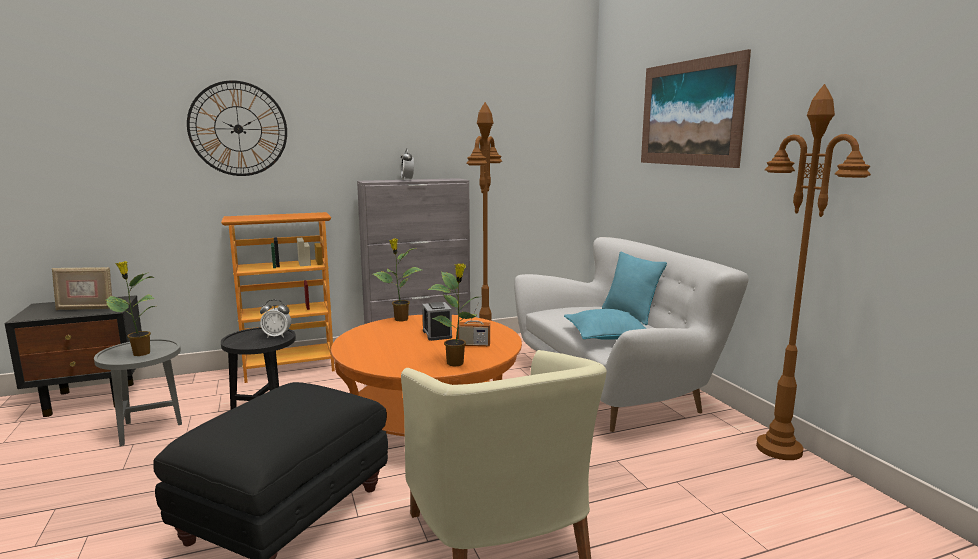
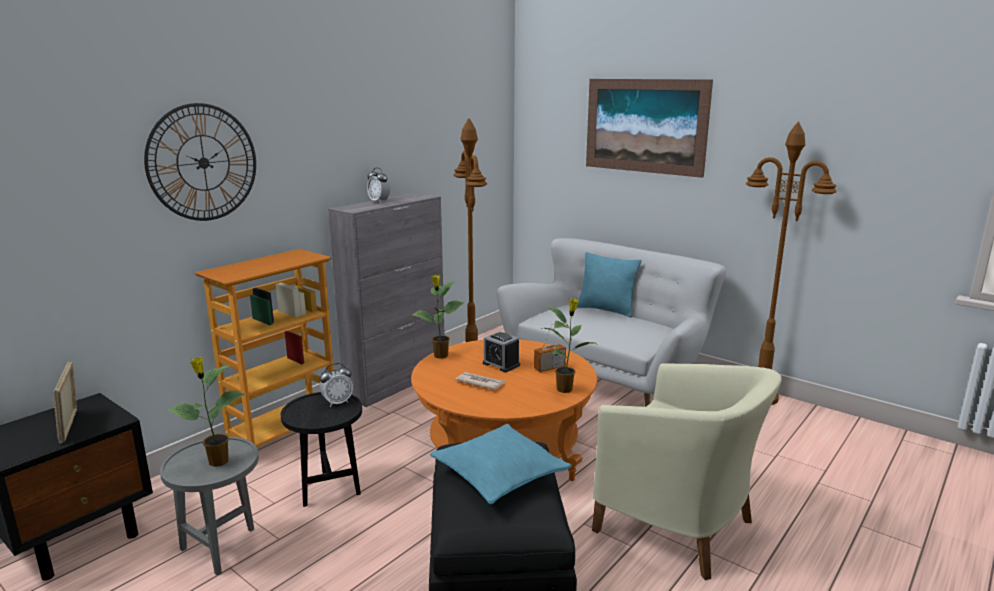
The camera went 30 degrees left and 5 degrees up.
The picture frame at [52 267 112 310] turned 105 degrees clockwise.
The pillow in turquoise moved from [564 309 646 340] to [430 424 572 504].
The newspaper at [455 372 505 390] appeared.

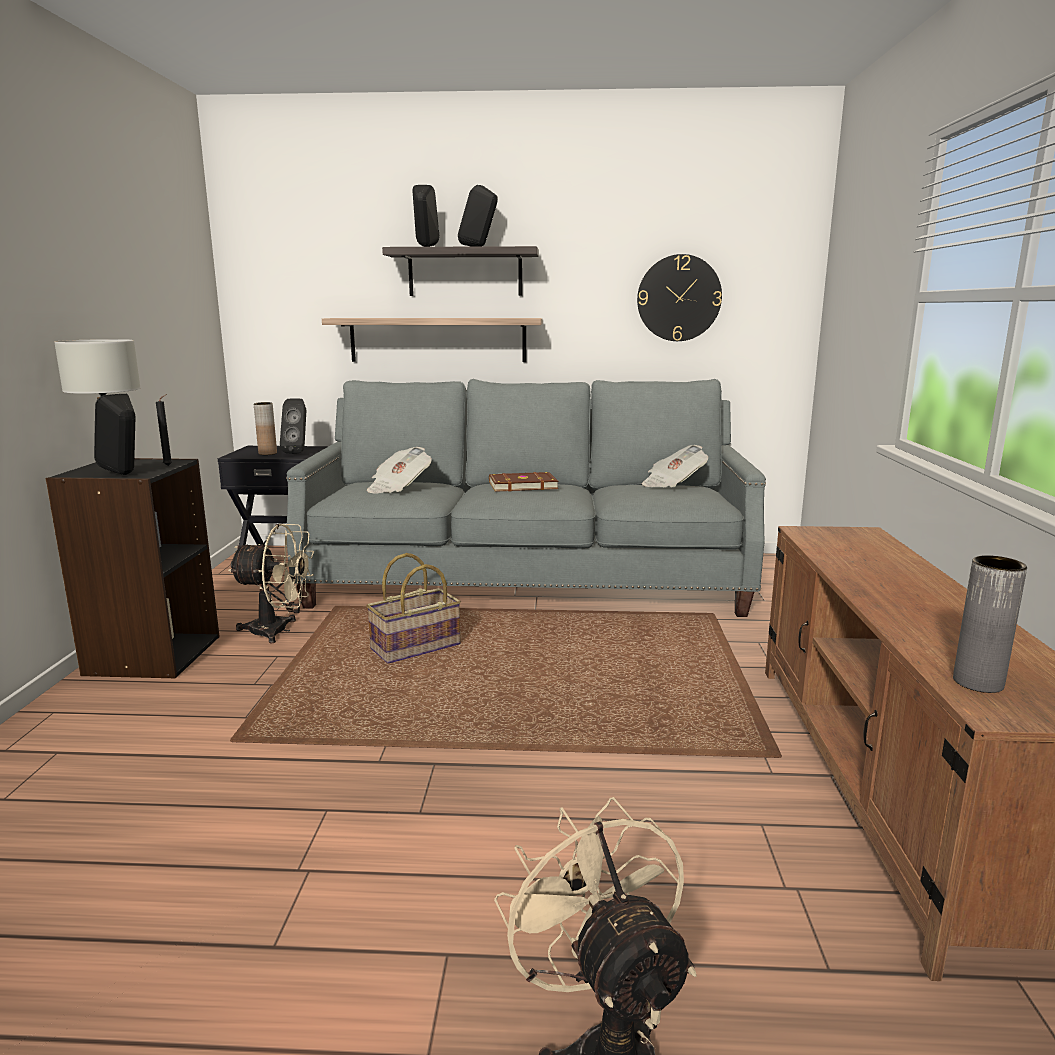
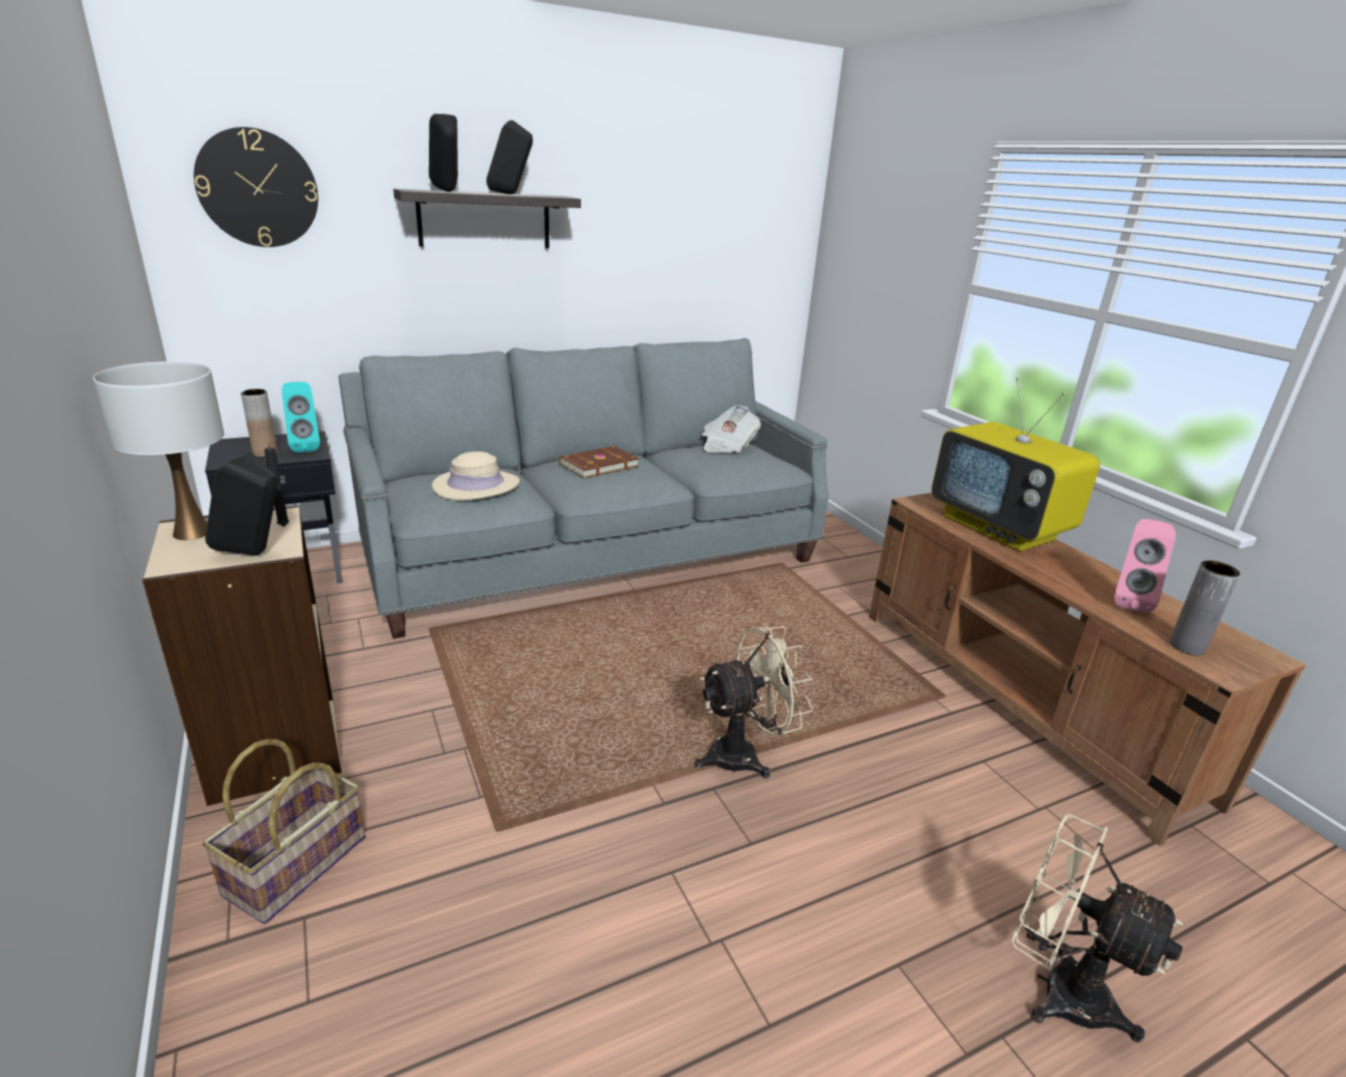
The camera went 30 degrees left and 10 degrees up.
The bookcase in black at [46 458 220 678] became the bookcase in beige at [142 505 342 806].
The fan in beige moved from [228 524 314 643] to [694 626 813 778].
The speaker in black at [280 398 306 454] became the speaker in turquoise at [282 382 320 452].
The shelf at [322 318 542 362] disappeared.
The basket moved from [366 553 461 663] to [202 739 365 924].
The newspaper at [367 447 432 493] was replaced by the hat in beige at [432 451 520 500].
The wall clock moved from [637 254 722 341] to [194 127 318 247].
The television at [931 378 1100 551] appeared.
The speaker in pink at [1115 519 1176 613] appeared.

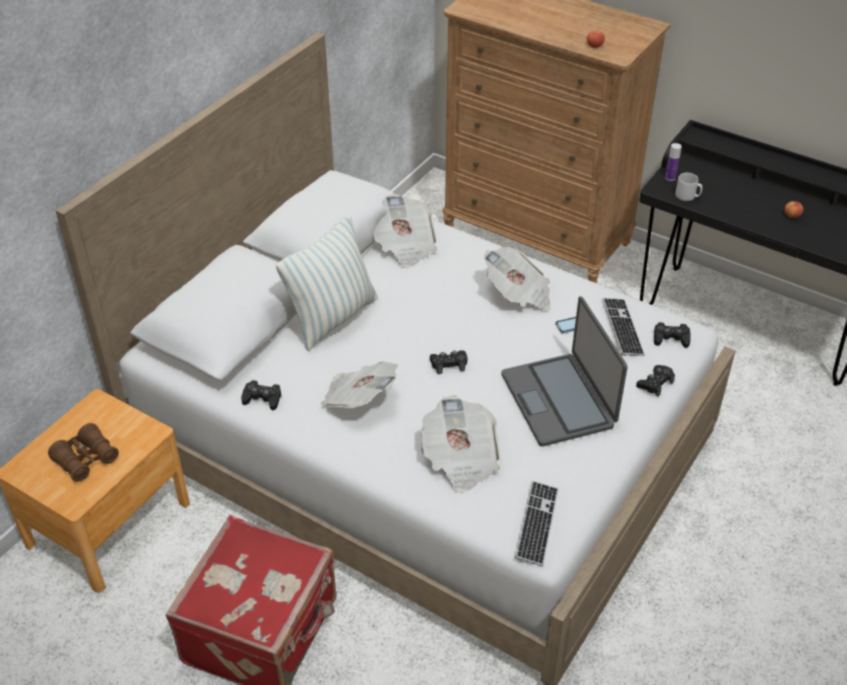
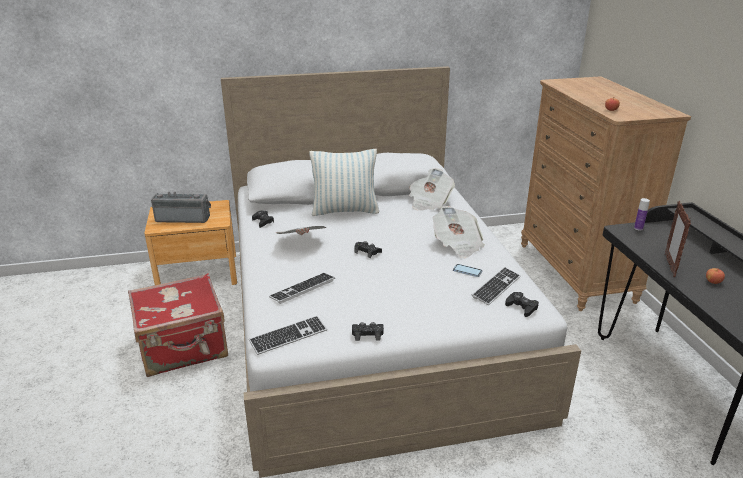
The camera went 45 degrees right and 15 degrees down.
The binoculars in brown at [48 423 119 482] was replaced by the radio at [151 192 211 223].
The newspaper at [421 395 500 494] was replaced by the keyboard at [269 273 335 304].
The laptop at [501 296 628 446] disappeared.
The game controller in black moved from [636 365 675 397] to [352 322 384 341].
The mug in grey at [675 173 703 201] disappeared.
The picture frame at [665 201 691 277] appeared.

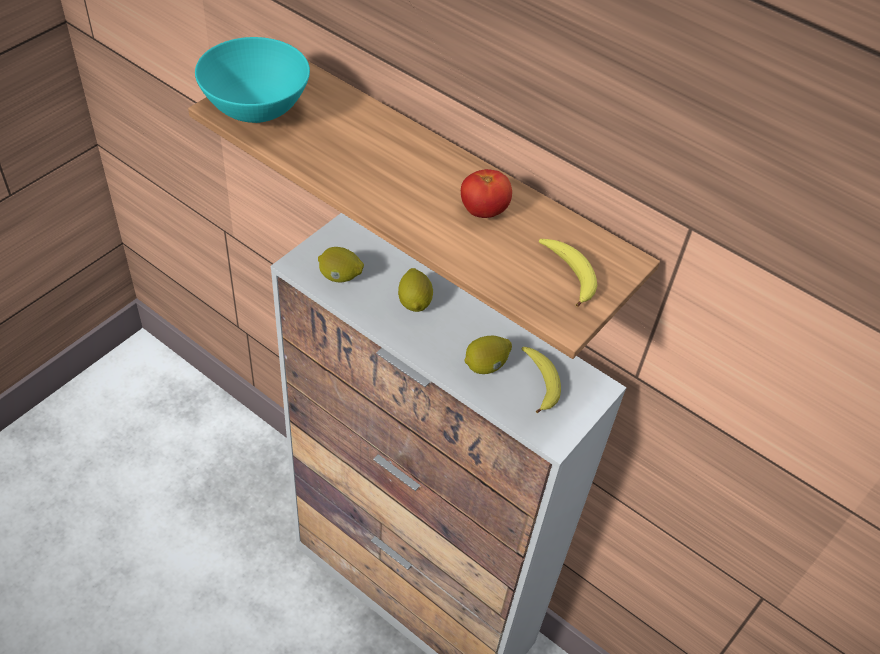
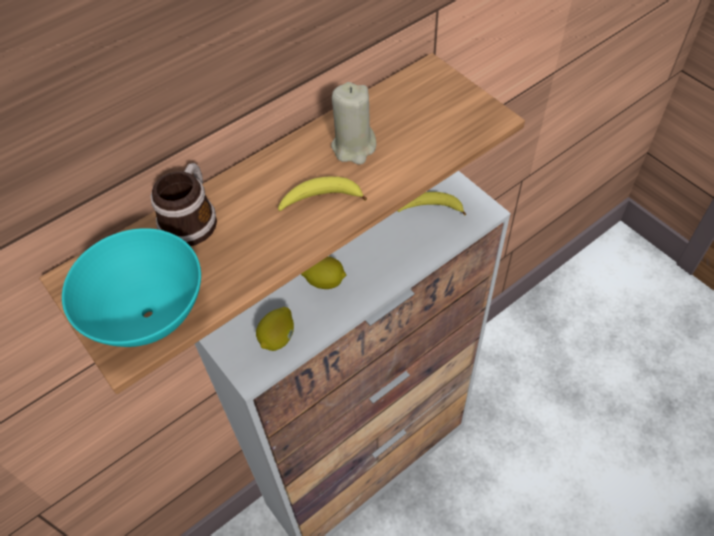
The camera went 70 degrees left and 5 degrees up.
The tomato at [461 169 512 218] was replaced by the candle in beige at [331 82 376 165].
The lemon at [464 336 512 374] disappeared.
The banana moved from [539 239 597 307] to [278 176 367 211].
The mug at [151 163 217 246] appeared.

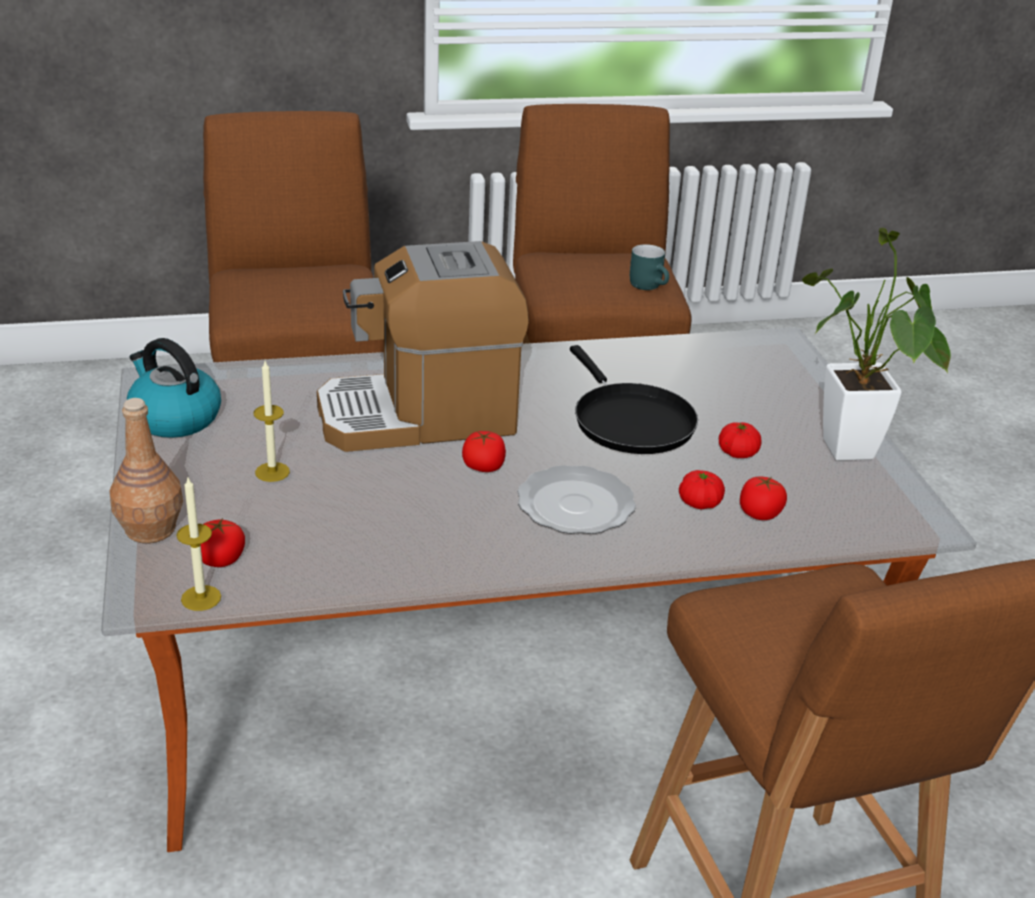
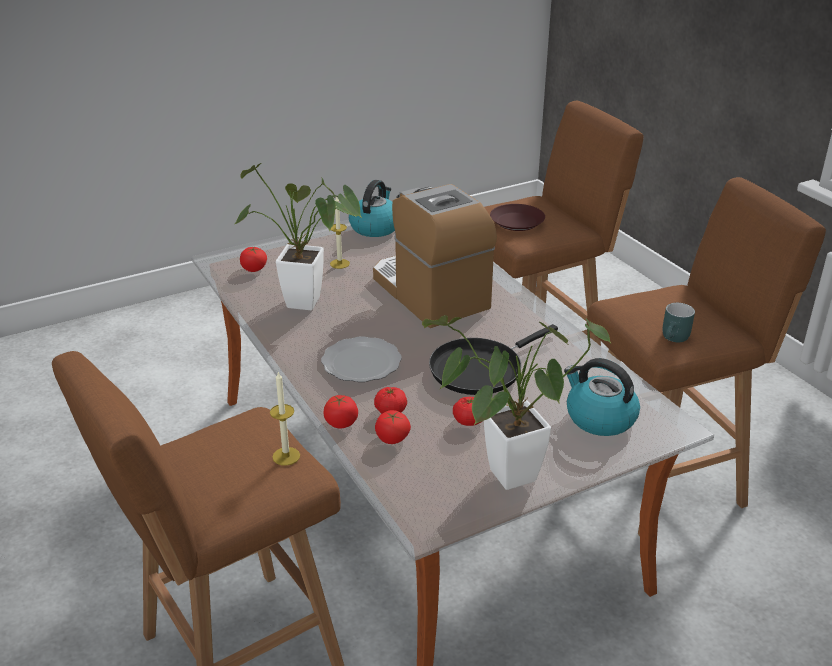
The camera went 75 degrees right and 0 degrees up.
The bottle in brown at [110 398 183 543] disappeared.
The candle moved from [176 478 221 611] to [270 372 300 466].
The tomato moved from [462 431 506 472] to [324 395 358 429].
The potted plant at [235 163 362 310] appeared.
The plate in brown at [490 204 545 231] appeared.
The kettle at [564 358 640 436] appeared.

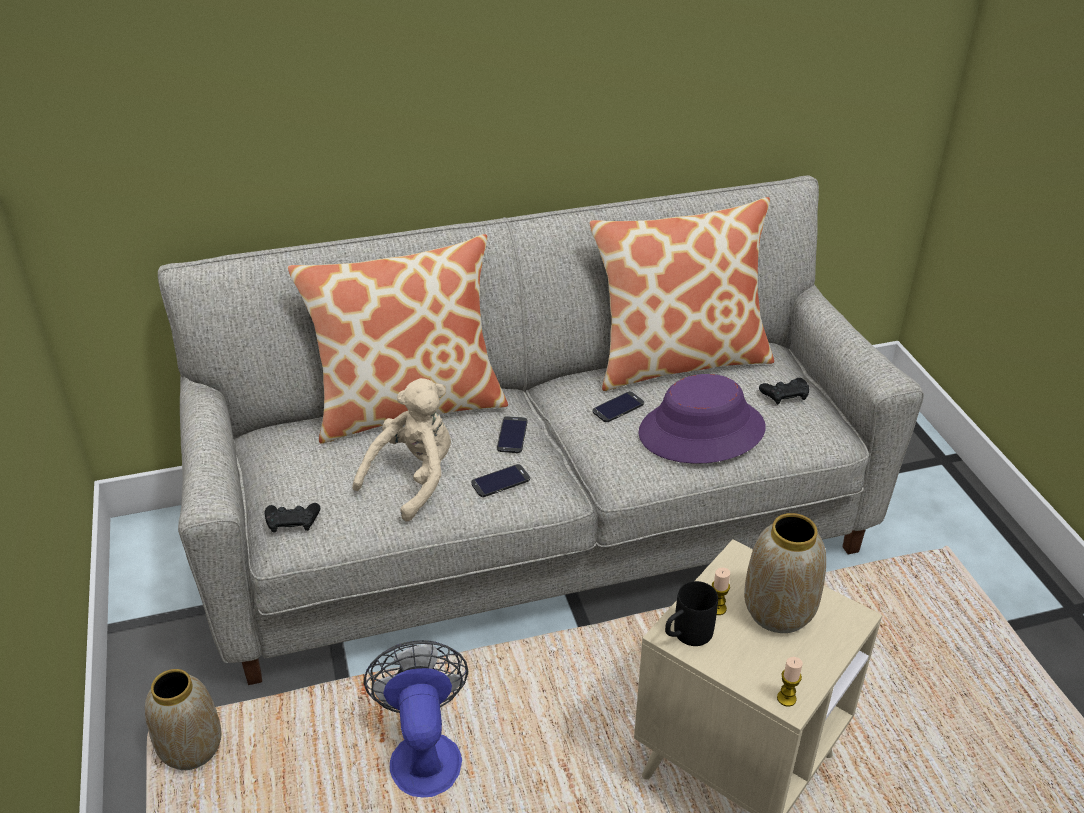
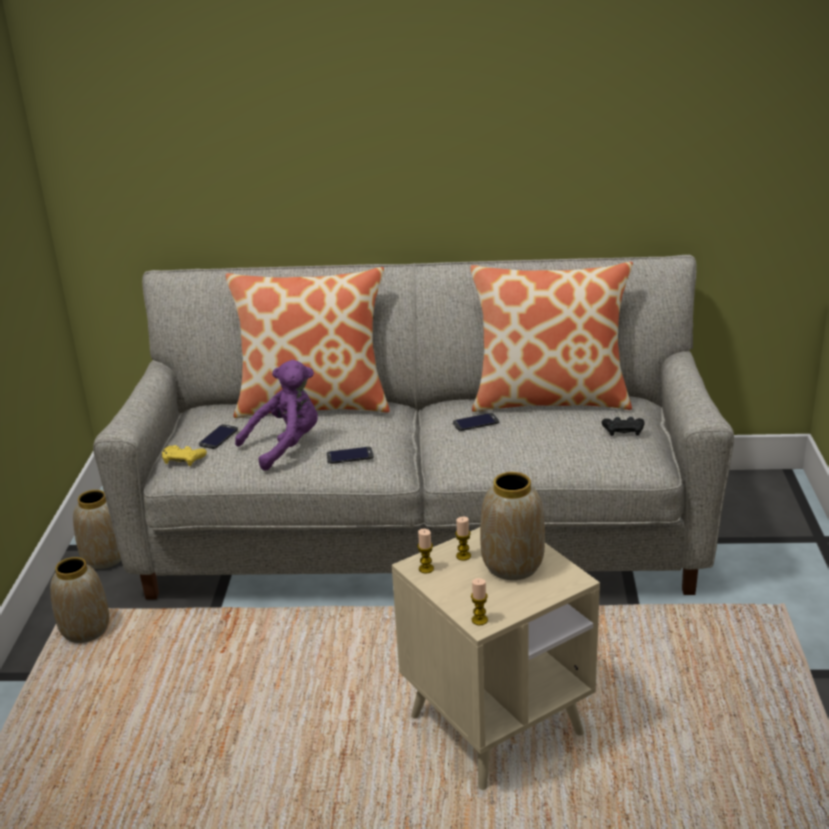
The camera went 20 degrees right and 10 degrees down.
The game controller in black at [265 503 320 533] became the game controller in yellow at [162 445 207 466].
The plush toy in beige at [352 378 451 521] became the plush toy in purple at [235 360 318 471].
The fan at [364 640 468 797] disappeared.
The phone moved from [497 416 527 453] to [199 424 238 449].
The hat in purple at [638 374 766 464] disappeared.
The mug in black at [665 581 718 646] was replaced by the candle at [417 529 434 573].
The vase at [73 490 121 569] appeared.

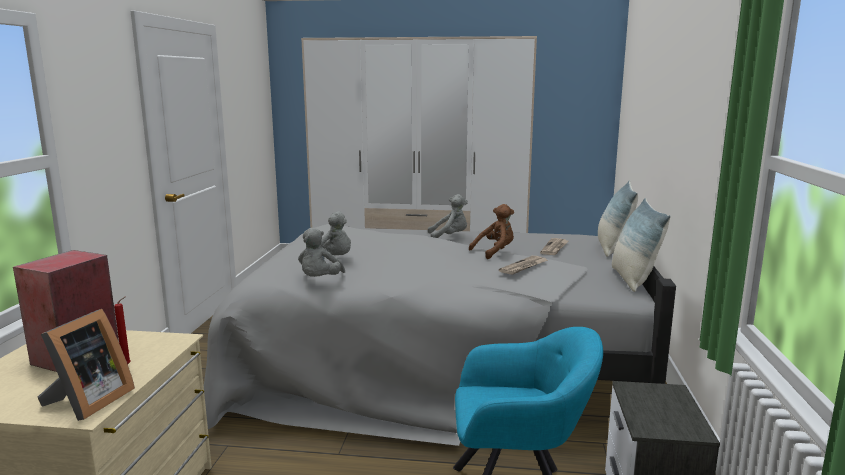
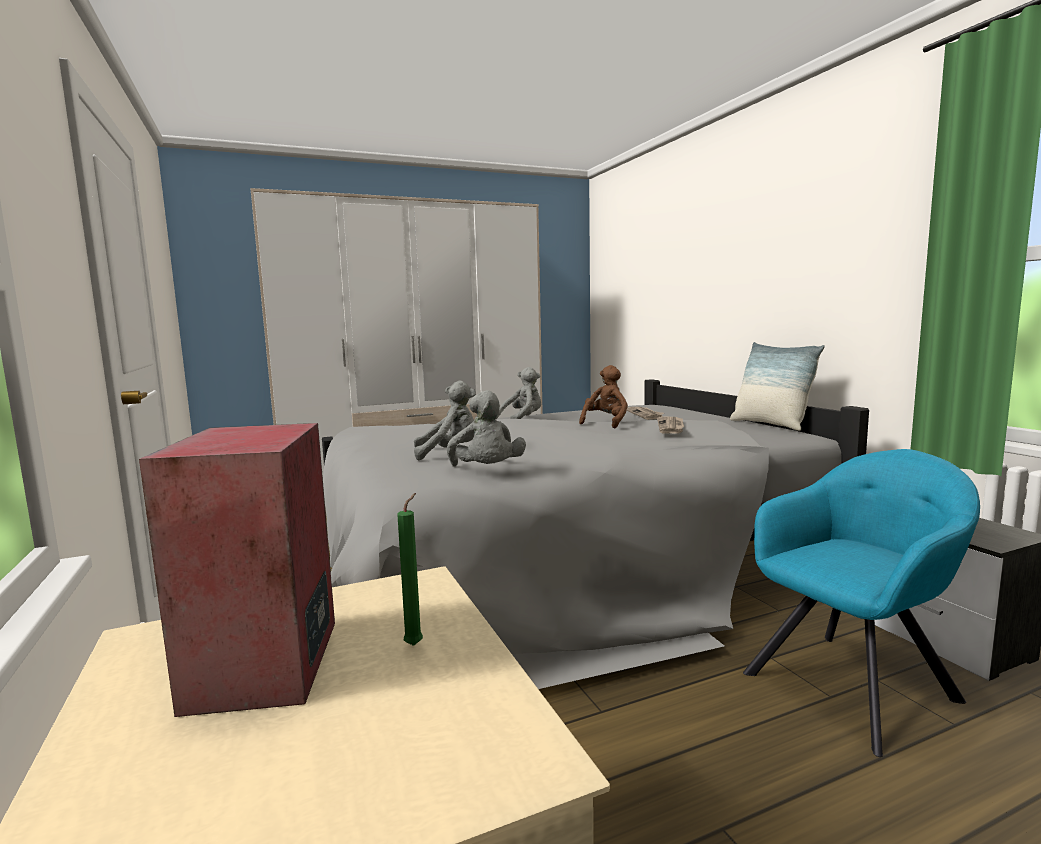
The camera went 30 degrees left and 5 degrees down.
The picture frame at [38 309 135 421] disappeared.
The candle in red at [114 296 131 364] became the candle in green at [397 493 423 646].
The pillow at [598 180 638 257] disappeared.

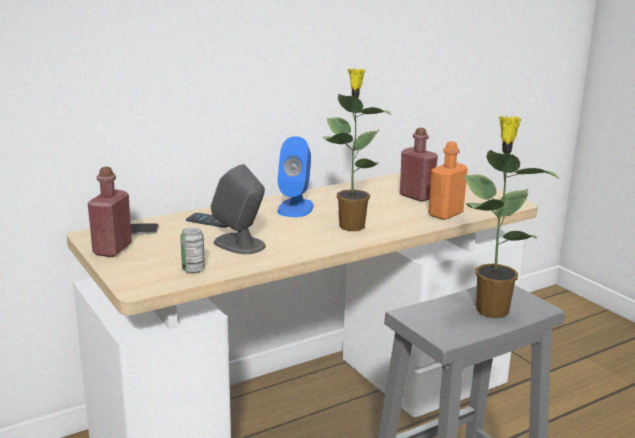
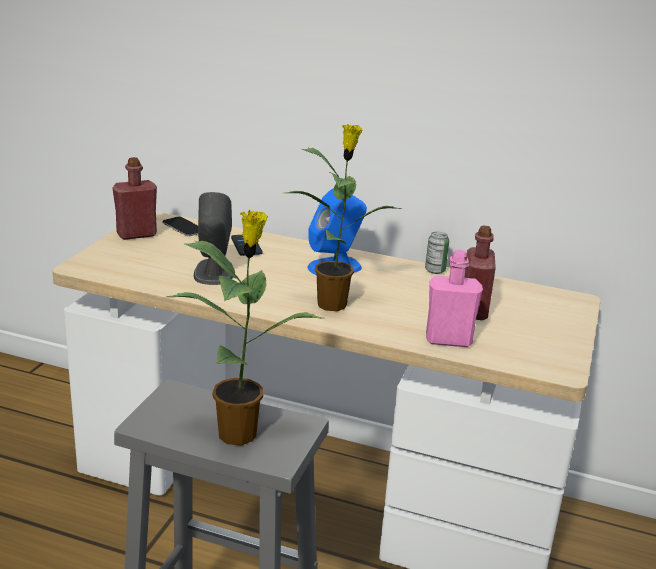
The camera went 50 degrees right and 5 degrees up.
The can moved from [180 227 205 273] to [425 231 449 274].
The bottle in orange at [428 141 468 220] became the bottle in pink at [426 250 483 347].

